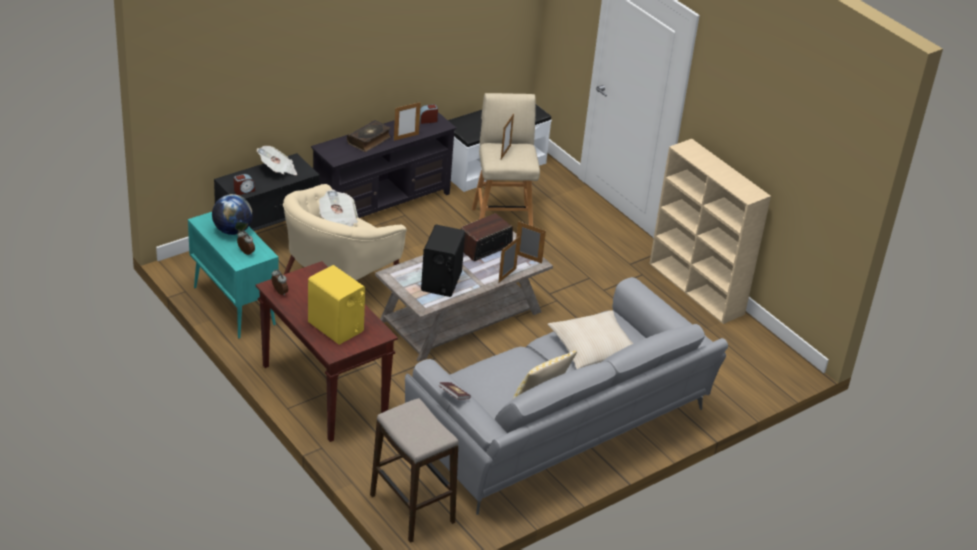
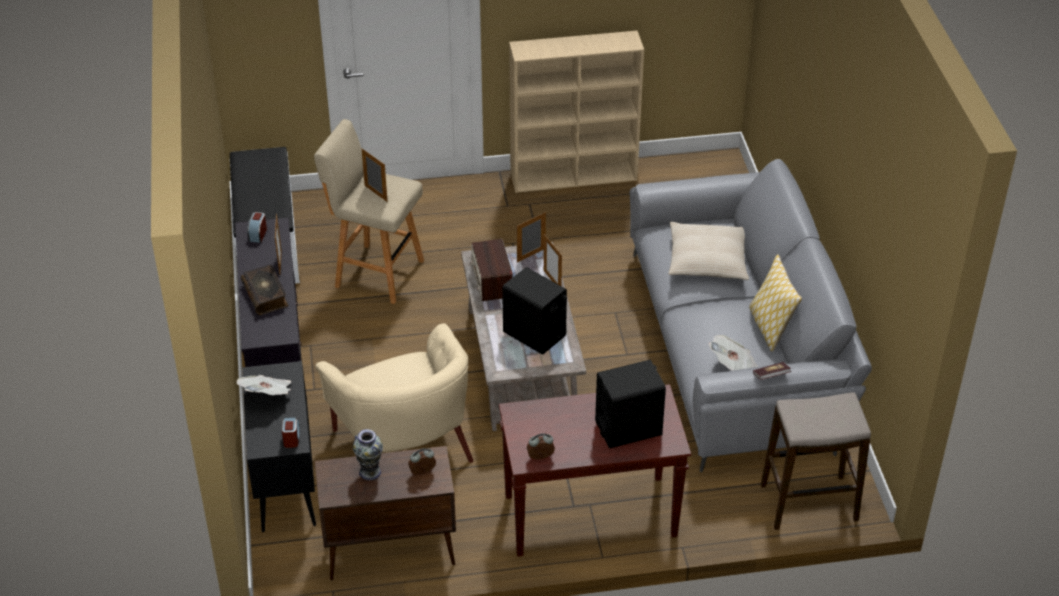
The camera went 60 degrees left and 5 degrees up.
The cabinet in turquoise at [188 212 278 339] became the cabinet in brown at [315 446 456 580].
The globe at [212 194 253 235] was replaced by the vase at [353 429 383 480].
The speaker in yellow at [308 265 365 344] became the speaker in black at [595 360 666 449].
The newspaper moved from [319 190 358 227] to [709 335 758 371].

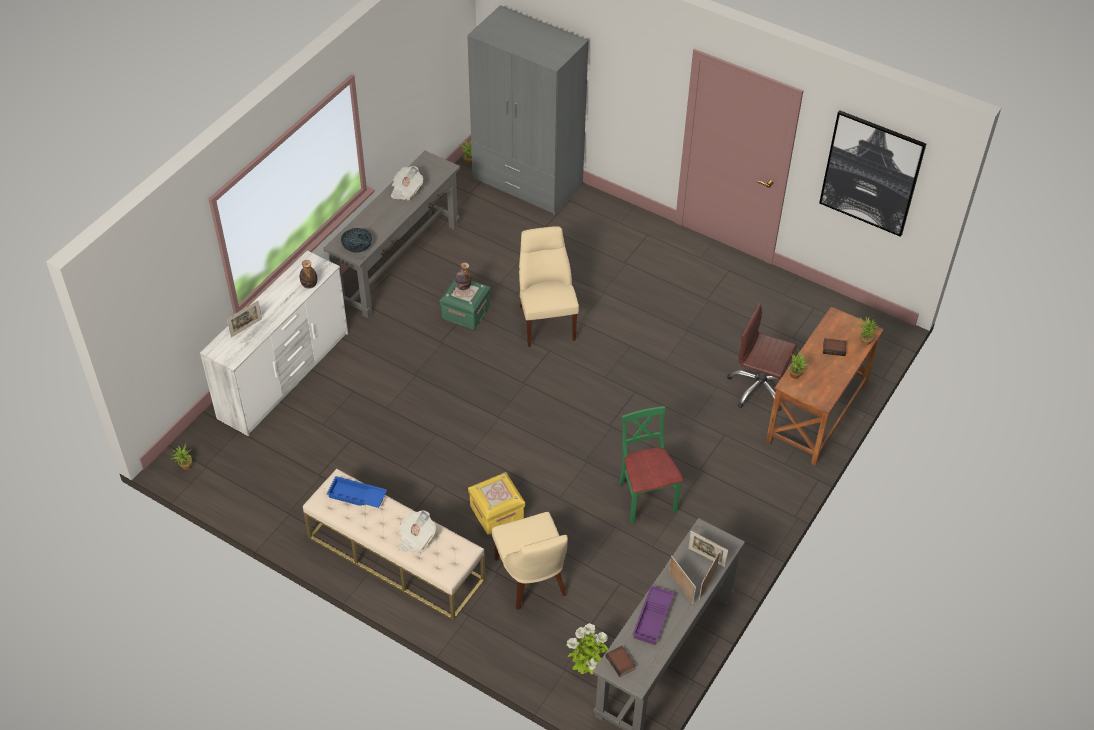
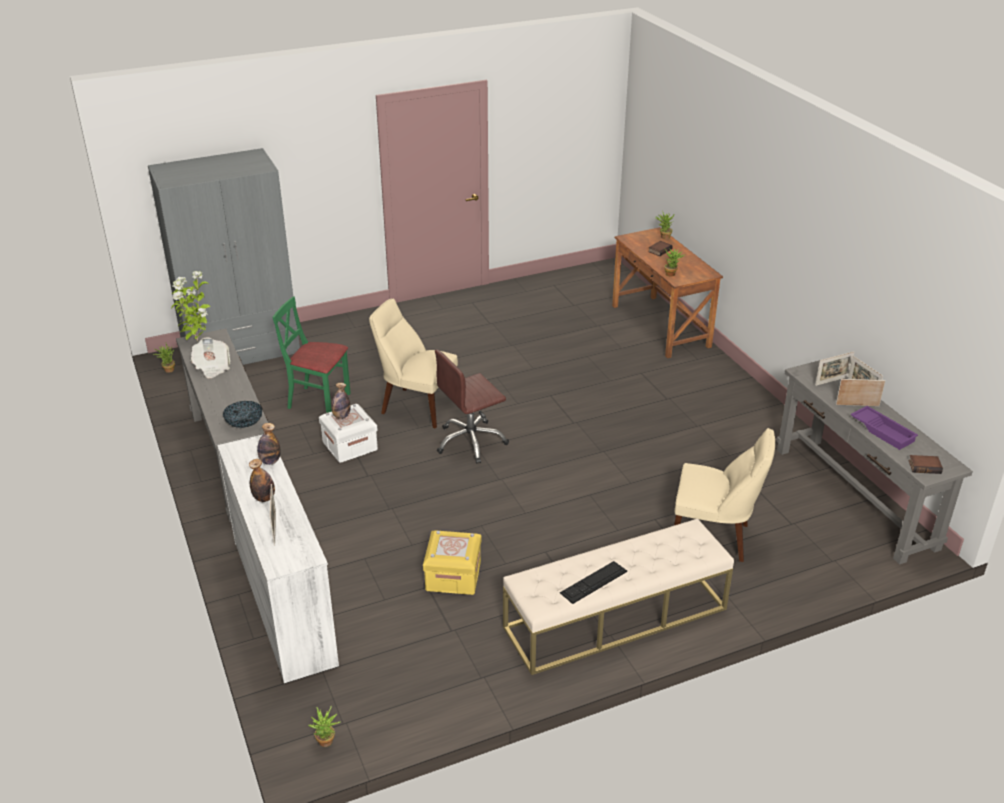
The camera went 55 degrees left and 15 degrees down.
The tray in blue at [327 476 387 508] disappeared.
The newspaper at [398 510 436 554] disappeared.
The storage box in green at [439 277 491 329] became the storage box in white at [319 404 378 463].
The storage box in yellow moved from [468 472 525 535] to [423 530 481 595].
The potted plant moved from [566 623 608 675] to [171 271 210 341].
The chair in green moved from [619 406 683 524] to [272 296 351 413].
The office chair in brown moved from [727 303 797 412] to [435 350 509 464].
The picture at [819 110 926 237] disappeared.
The bottle at [249 459 275 502] appeared.
The keyboard at [560 561 627 604] appeared.

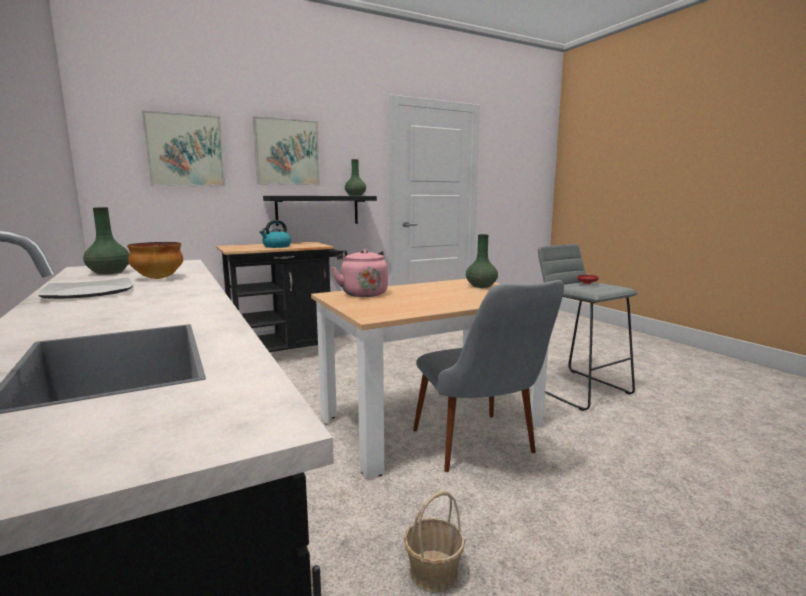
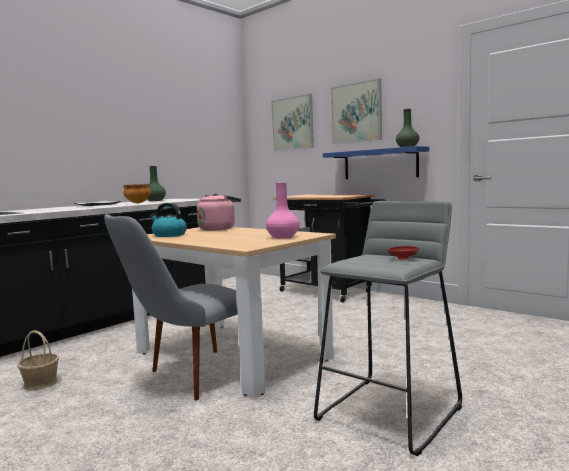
The camera went 70 degrees right and 5 degrees down.
The kettle moved from [260 220 291 248] to [150 203 187 237].
The shelf in black at [263 196 377 226] became the shelf in blue at [323 146 429 179].
The vase in green at [466 234 498 288] became the vase in pink at [266 182 300 239].

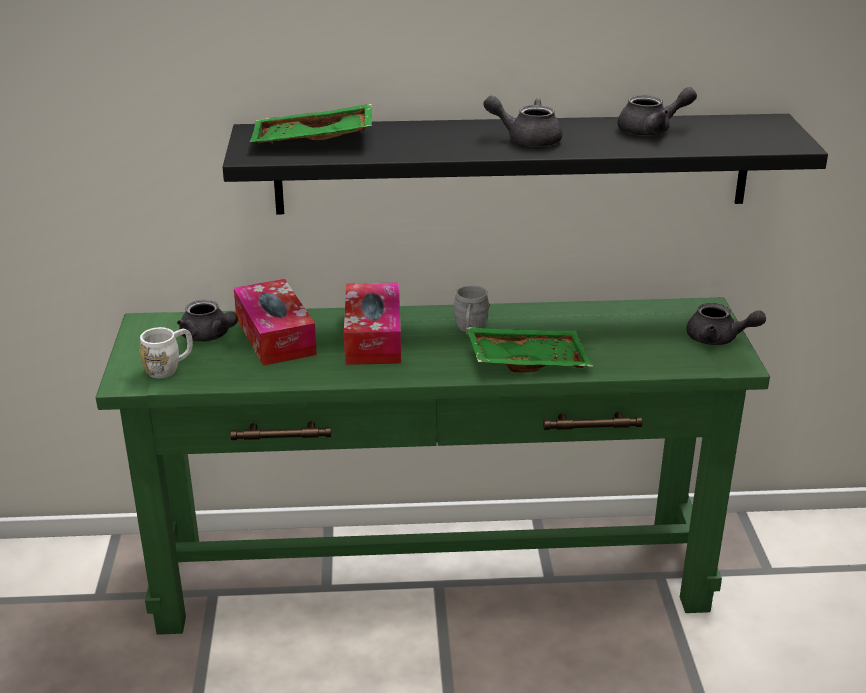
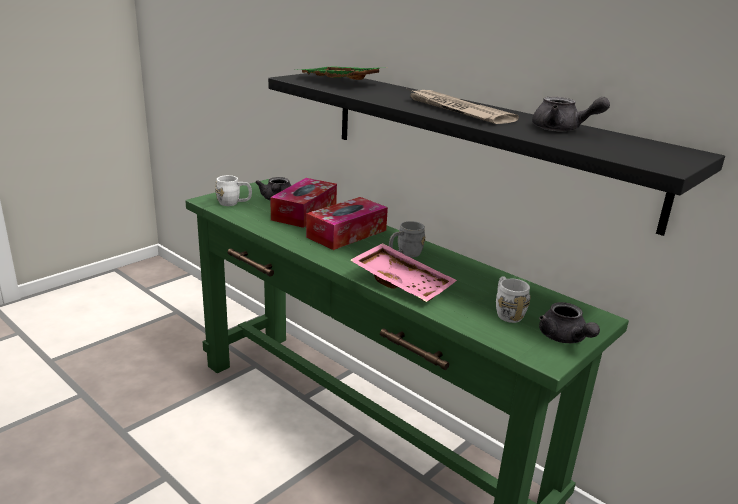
The camera went 45 degrees right and 5 degrees down.
The tray in green at [466 327 593 373] became the tray in pink at [350 243 457 302].
The teapot in grey at [483 95 562 147] was replaced by the newspaper at [408 89 519 124].
The mug in white at [496 276 531 323] appeared.

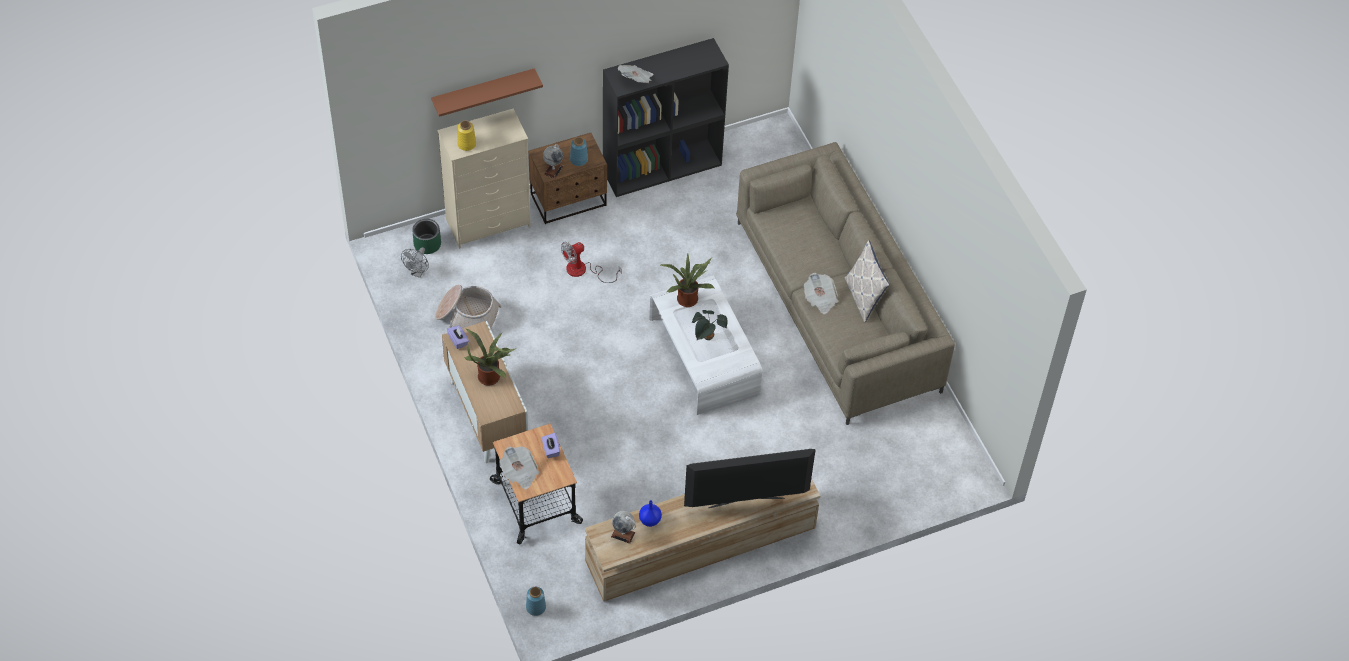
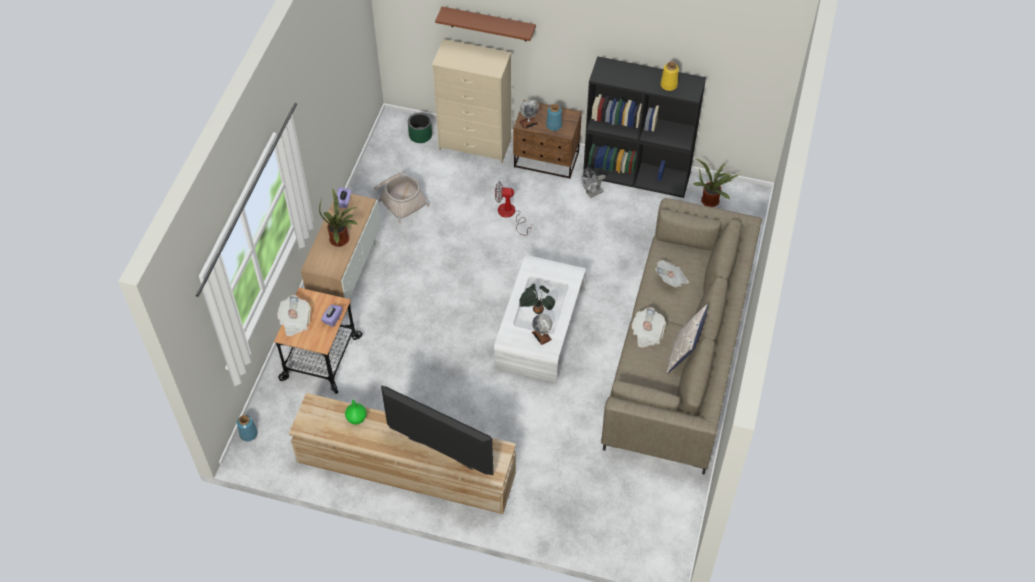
The camera went 40 degrees right and 0 degrees up.
The fan in grey moved from [401 247 429 278] to [582 168 606 198].
The vase in yellow moved from [457 120 476 151] to [660 62 679 91].
The globe moved from [611 511 636 544] to [532 314 552 345].
The newspaper moved from [618 65 654 83] to [655 260 689 288].
The vase in blue at [639 500 662 527] became the vase in green at [345 400 367 425].
The potted plant moved from [661 254 714 307] to [693 159 738 207].

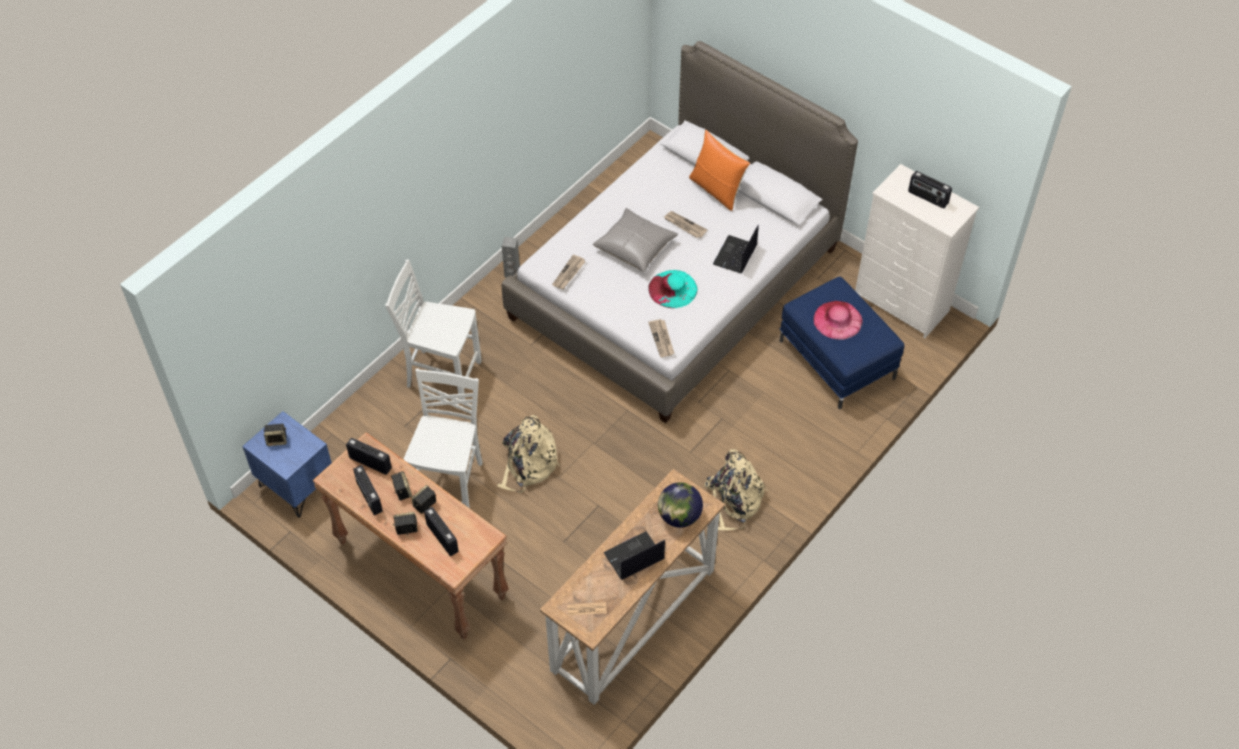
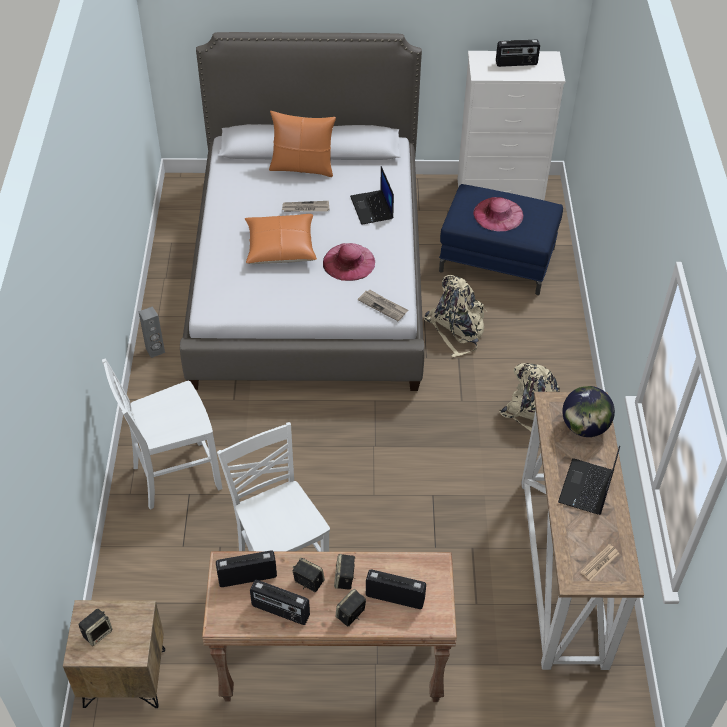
The camera went 40 degrees left and 5 degrees down.
The nightstand in blue at [242 411 332 518] became the nightstand in brown at [63 600 165 708].
The backpack in beige moved from [497 415 560 493] to [424 275 487 357].
The newspaper at [552 254 586 289] disappeared.
The pillow in grey at [592 208 678 272] became the pillow in orange at [245 214 317 264].
The hat in turquoise at [648 270 697 308] became the hat in pink at [323 243 375 281].

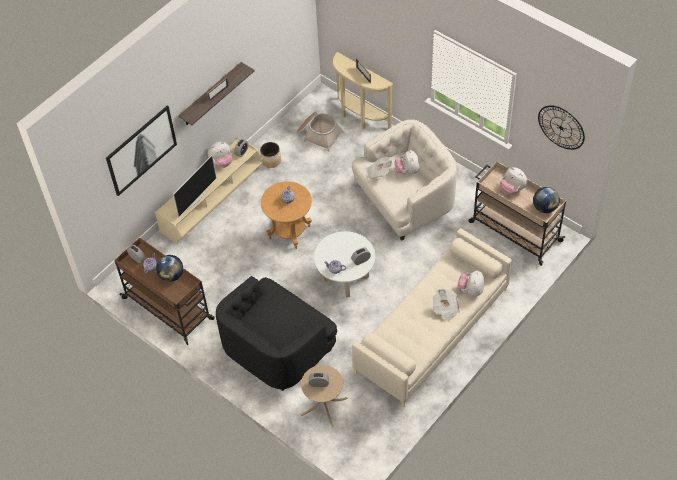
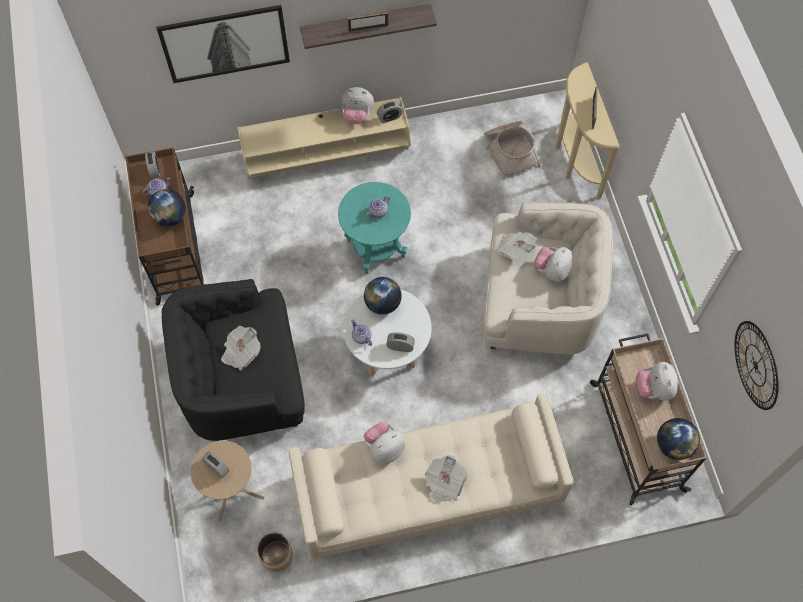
The camera went 35 degrees right and 10 degrees up.
The television at [173 155 217 218] disappeared.
The planter moved from [260 142 281 168] to [257 532 293 572].
The side table in brown at [261 181 312 249] became the side table in turquoise at [338 182 411 274].
The plush toy moved from [457 271 484 296] to [364 422 405 464].
The newspaper at [221 325 261 370] appeared.
The globe at [364 277 402 315] appeared.

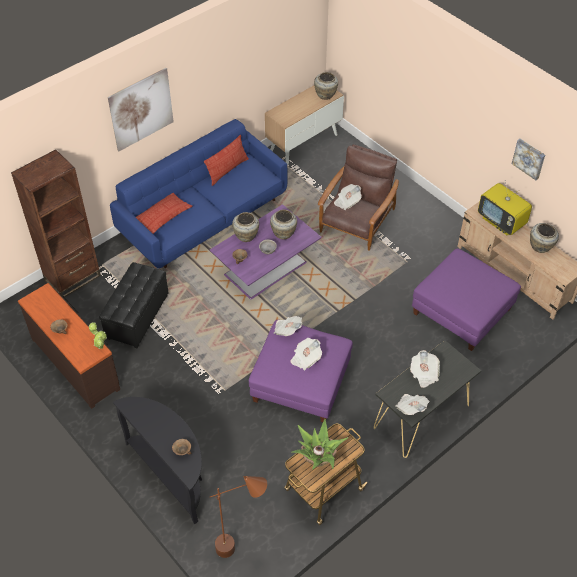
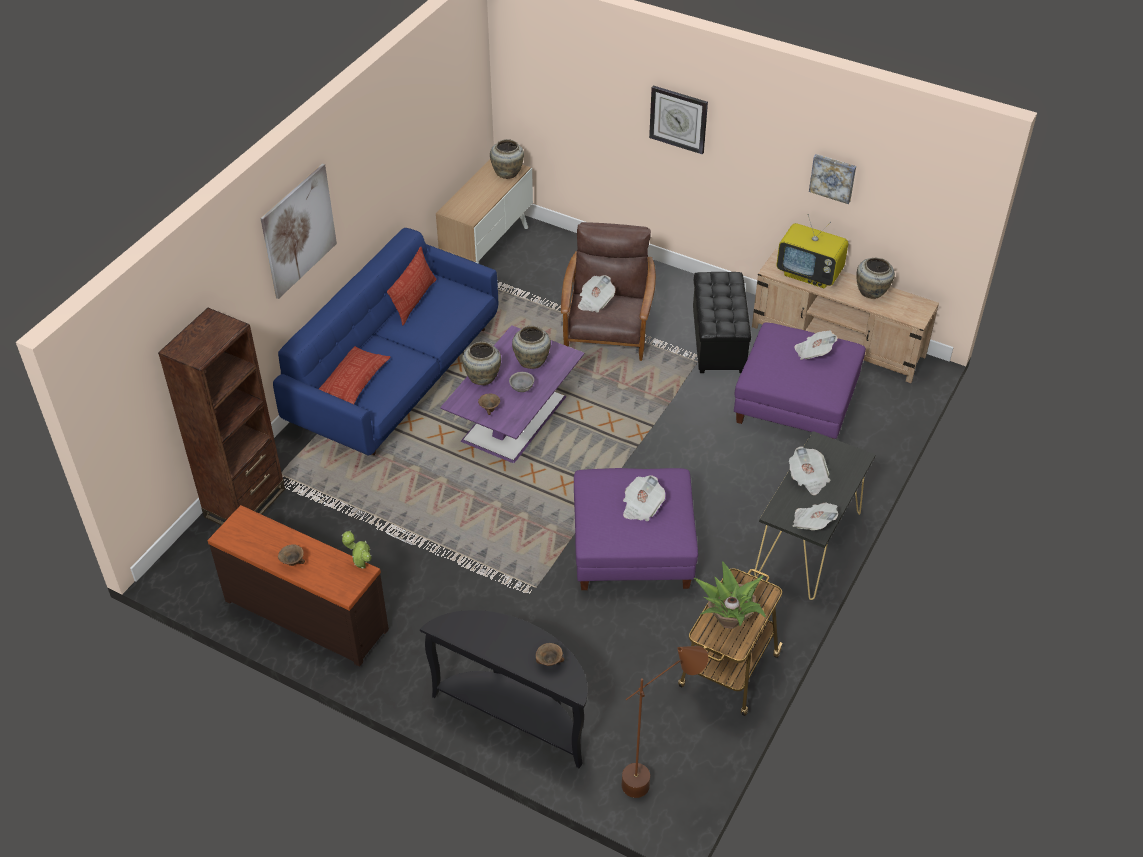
The camera went 20 degrees left and 5 degrees down.
The ottoman in black moved from [99 262 169 349] to [693 272 751 373].
The newspaper moved from [274 316 302 336] to [794 330 837 360].
The wall clock at [649 85 708 154] appeared.

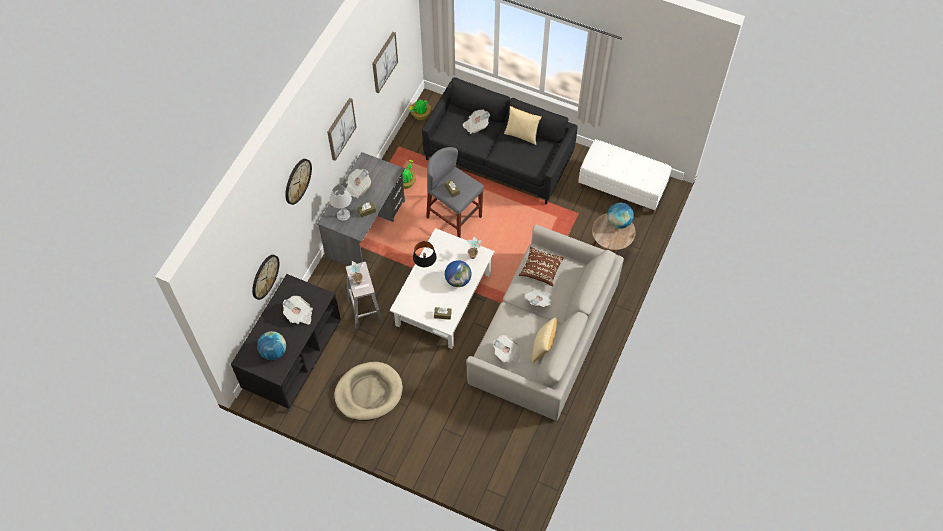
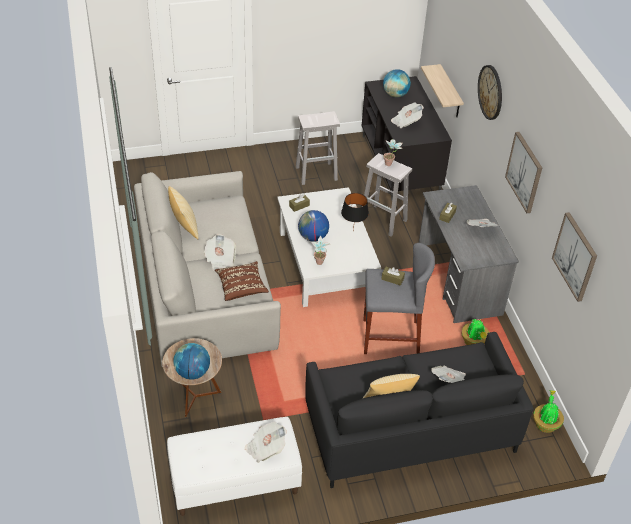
The camera went 140 degrees right and 15 degrees down.
The wall clock at [252 255 279 300] was replaced by the shelf at [421 64 464 117].
The table lamp in grey at [329 185 352 221] disappeared.
The dog bed in beige at [334 362 403 421] was replaced by the stool in white at [296 111 340 185].
The newspaper moved from [493 335 520 363] to [245 422 287 463].

